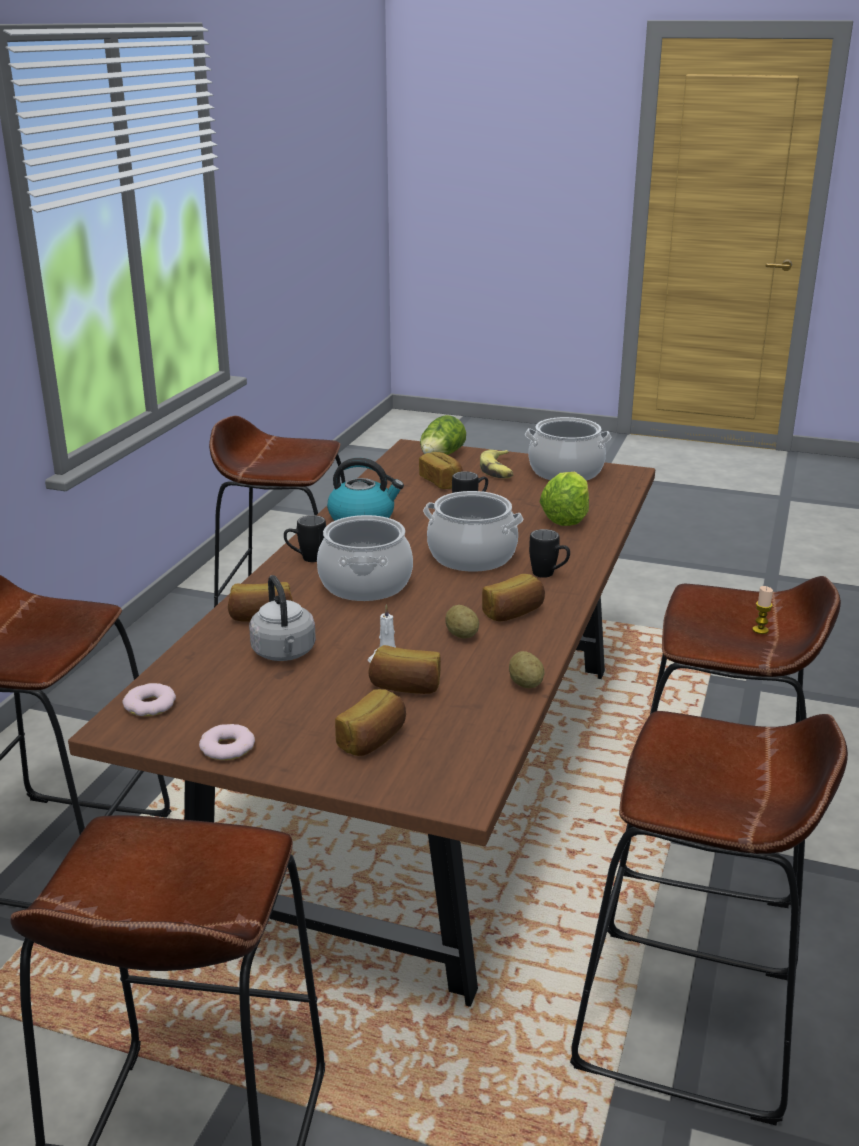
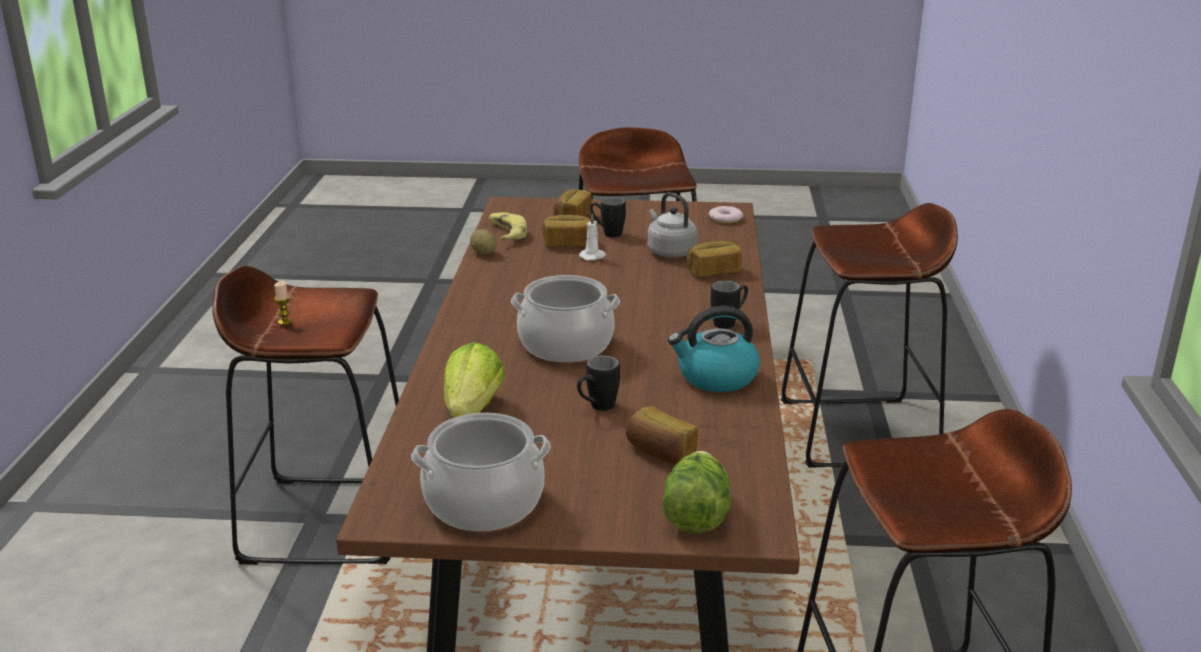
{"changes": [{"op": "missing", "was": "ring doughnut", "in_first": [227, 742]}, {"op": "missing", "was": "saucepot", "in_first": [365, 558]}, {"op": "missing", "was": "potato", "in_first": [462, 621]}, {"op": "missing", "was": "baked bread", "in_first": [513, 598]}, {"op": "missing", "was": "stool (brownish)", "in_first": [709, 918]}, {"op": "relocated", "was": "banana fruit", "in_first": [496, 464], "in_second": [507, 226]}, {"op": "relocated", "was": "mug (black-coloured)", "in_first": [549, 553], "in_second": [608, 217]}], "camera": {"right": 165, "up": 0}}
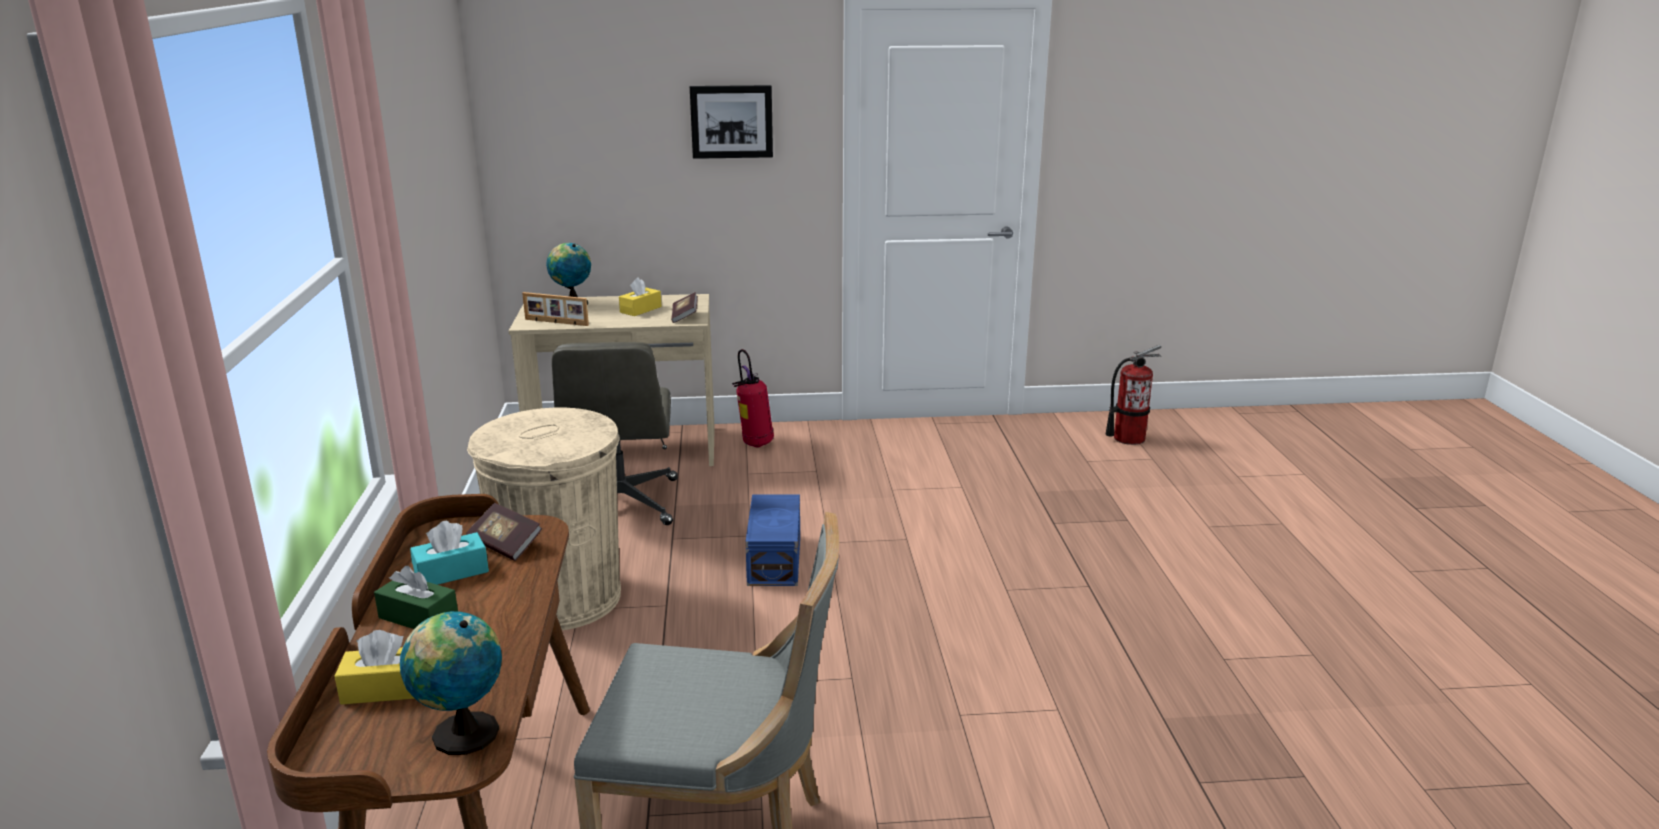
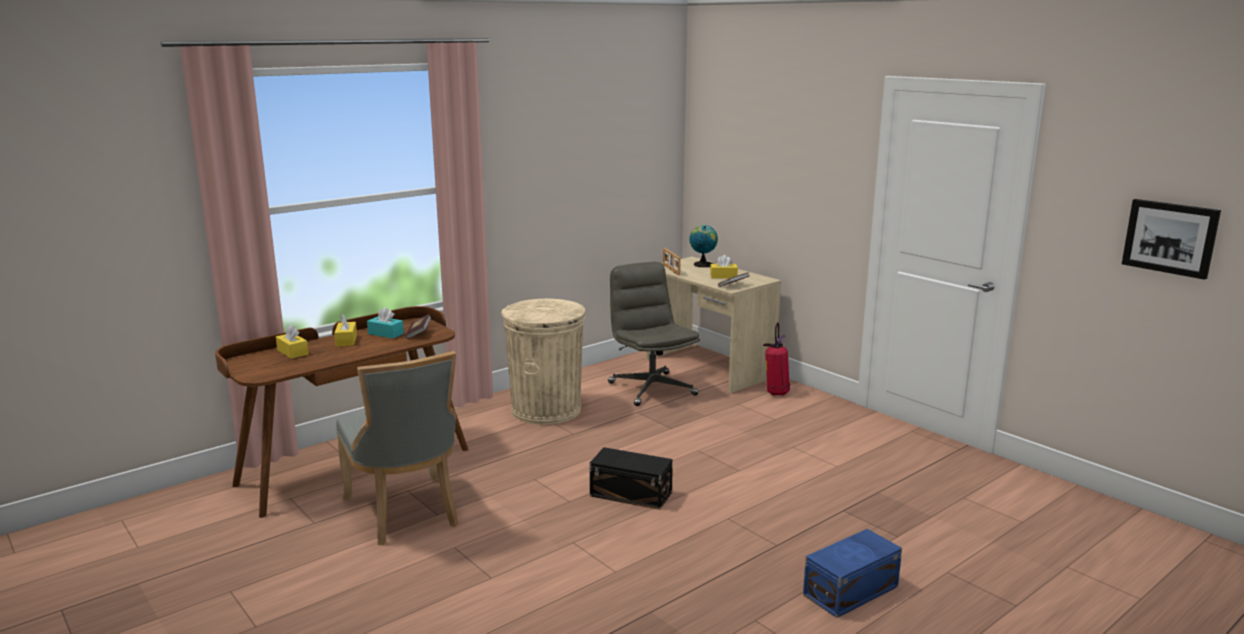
{"changes": [{"op": "missing", "was": "world globe", "in_first": [451, 683]}, {"op": "missing", "was": "fire-fighting cylinder", "in_first": [1133, 395]}, {"op": "appeared", "now": "storage container (black-coloured)", "in_second": [631, 478]}, {"op": "relocated", "was": "wall art", "in_first": [731, 122], "in_second": [1171, 239]}, {"op": "relocated", "was": "storage container (blue)", "in_first": [772, 540], "in_second": [852, 573]}, {"op": "colour", "was": "tissue box (green-coloured)", "now": "tissue box (yellow)", "in_first": [416, 597], "in_second": [345, 330]}, {"op": "spun", "was": "desk chair (greyish)", "in_first": [615, 433], "in_second": [654, 334], "clockwise": 105}], "camera": {"right": 55, "up": -5}}
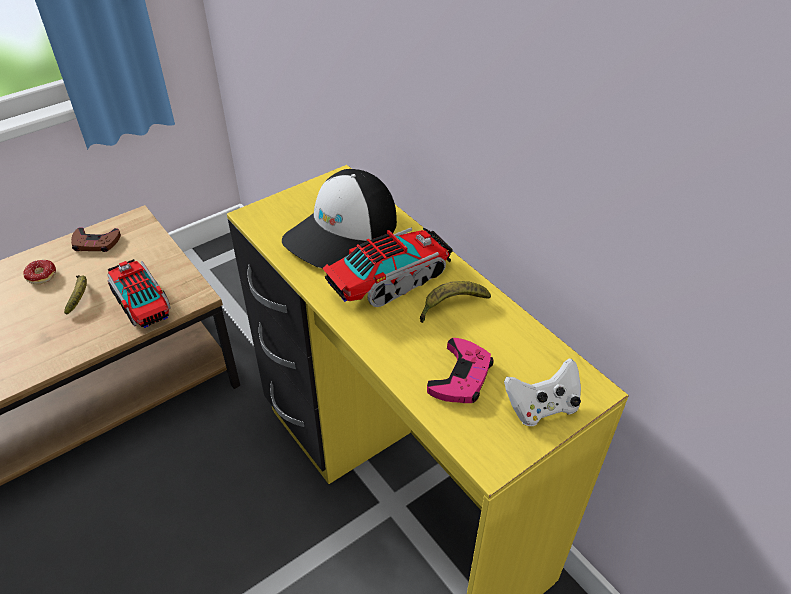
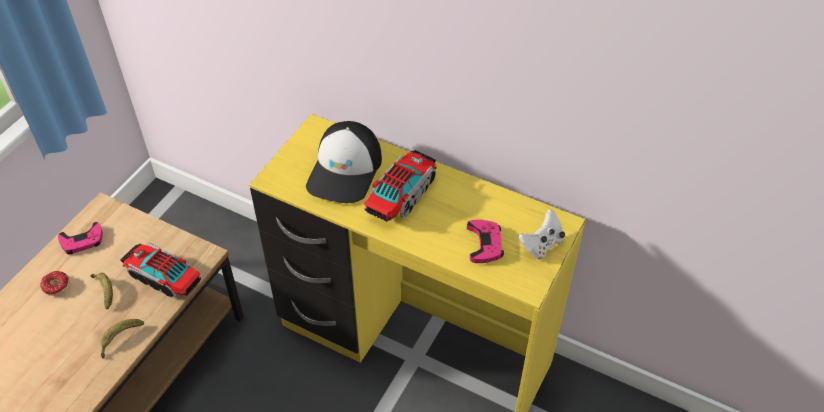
{"changes": [{"op": "relocated", "was": "banana fruit", "in_first": [455, 302], "in_second": [122, 338]}, {"op": "colour", "was": "joypad (brownish)", "now": "joypad (pink-coloured)", "in_first": [96, 239], "in_second": [80, 238]}], "camera": {"right": -25, "up": 5}}
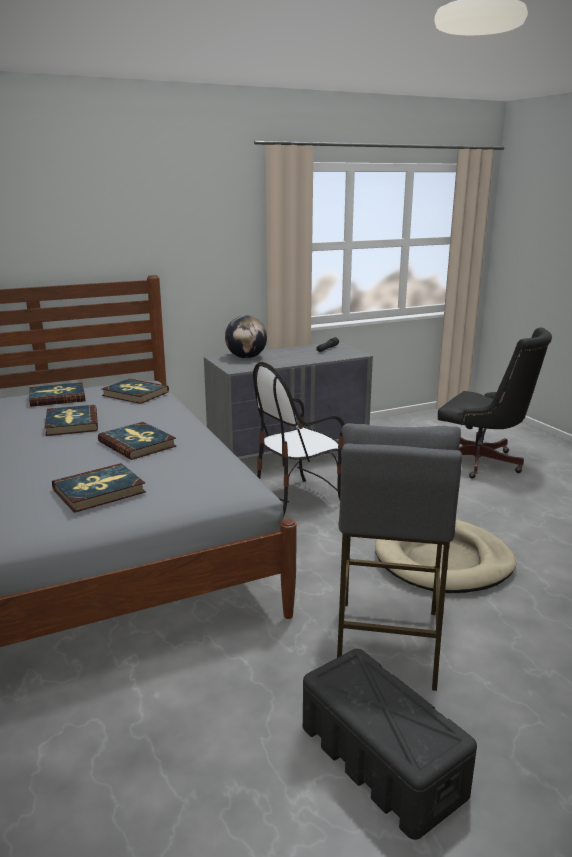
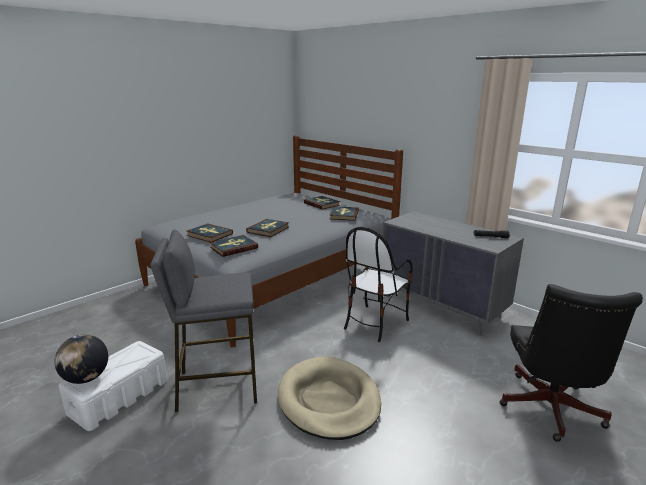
{"changes": [{"op": "relocated", "was": "volume", "in_first": [71, 420], "in_second": [233, 246]}, {"op": "relocated", "was": "world globe", "in_first": [246, 336], "in_second": [81, 359]}, {"op": "colour", "was": "storage container (black-coloured)", "now": "storage container (whitish)", "in_first": [390, 744], "in_second": [113, 386]}, {"op": "spun", "was": "chair", "in_first": [299, 440], "in_second": [378, 284], "clockwise": -90}], "camera": {"right": 70, "up": 0}}
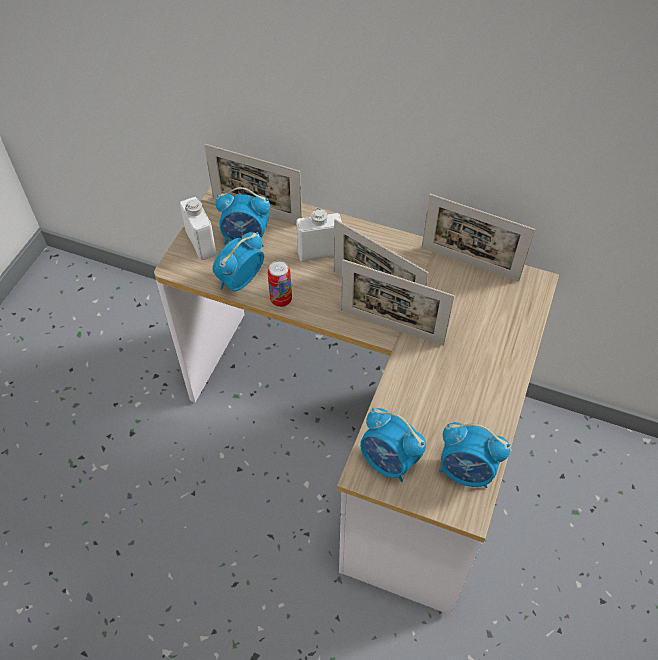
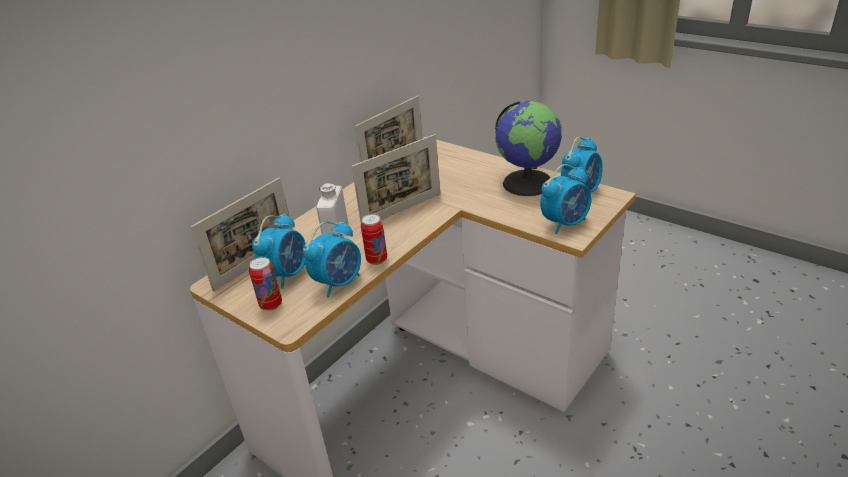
{"changes": [{"op": "missing", "was": "standing frame", "in_first": [398, 302]}, {"op": "appeared", "now": "world globe", "in_second": [528, 148]}, {"op": "exchanged", "was": "drink bottle (whitish)", "now": "can", "in_first": [198, 228], "in_second": [265, 284]}, {"op": "spun", "was": "bedside clock", "in_first": [238, 261], "in_second": [332, 259], "clockwise": -105}], "camera": {"right": -70, "up": -20}}
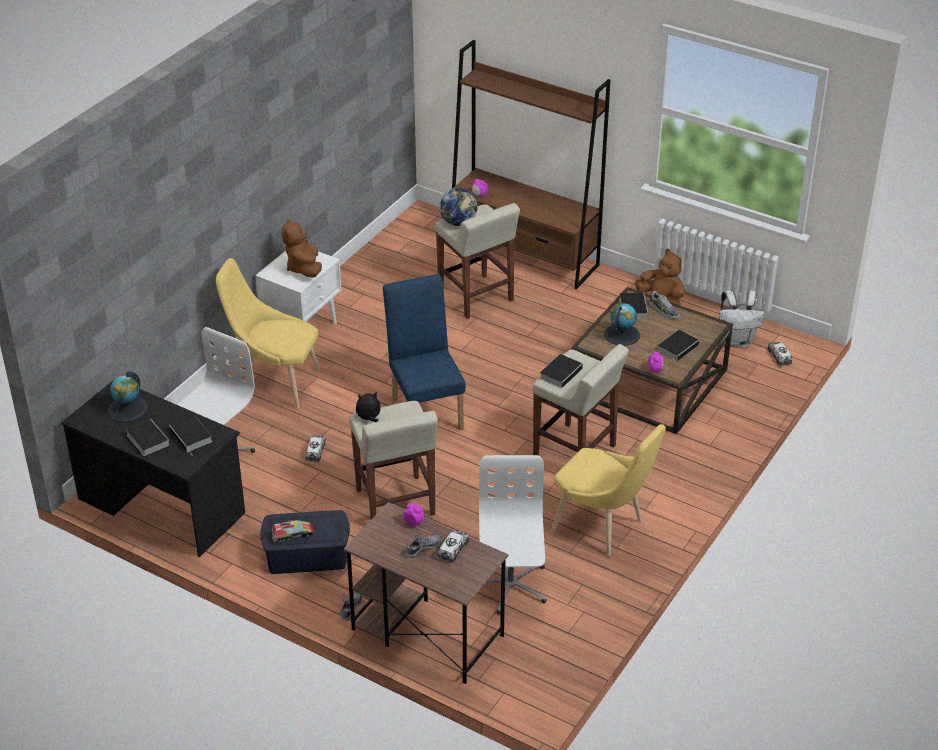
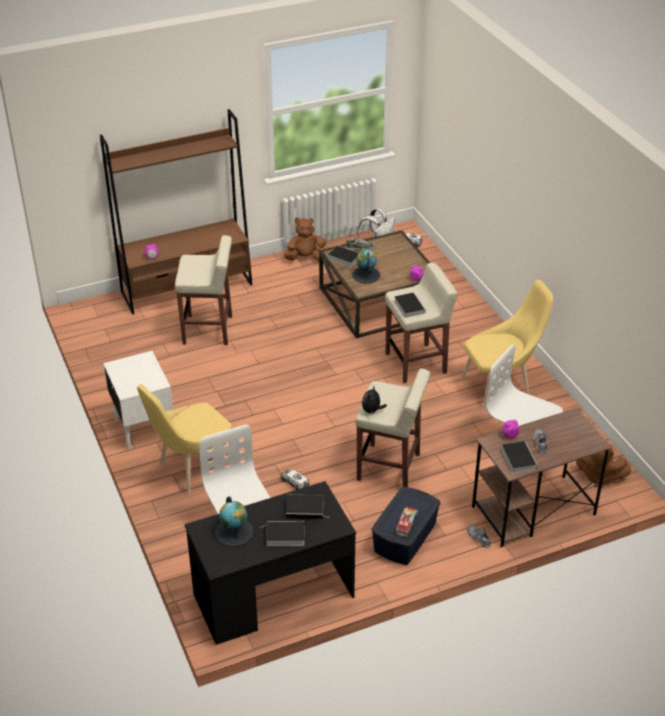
{"changes": [{"op": "missing", "was": "chair (blue)", "in_first": [424, 352]}, {"op": "missing", "was": "toy lorry", "in_first": [453, 546]}, {"op": "missing", "was": "world globe", "in_first": [458, 207]}, {"op": "relocated", "was": "soft toy (brownish)", "in_first": [302, 248], "in_second": [603, 465]}, {"op": "relocated", "was": "volume", "in_first": [679, 345], "in_second": [519, 457]}], "camera": {"right": -55, "up": 0}}
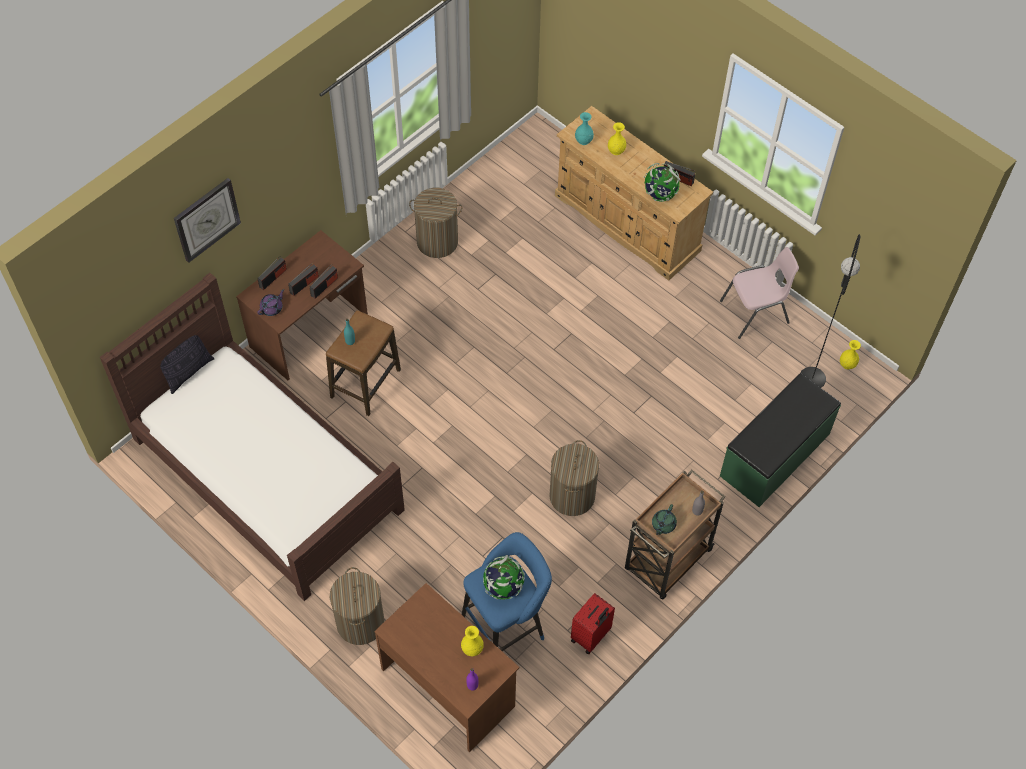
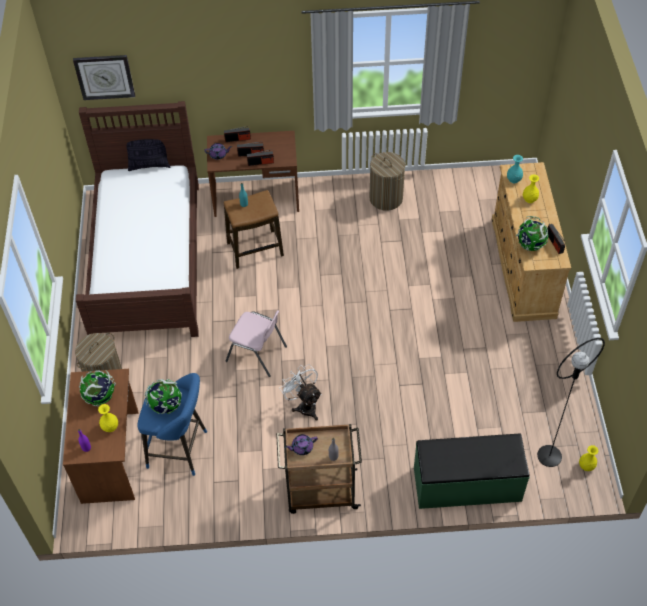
{"changes": [{"op": "missing", "was": "suitcase (red-coloured)", "in_first": [593, 623]}, {"op": "appeared", "now": "world globe", "in_second": [97, 388]}, {"op": "relocated", "was": "clock on the wall", "in_first": [207, 220], "in_second": [104, 77]}, {"op": "relocated", "was": "chair (pink-coloured)", "in_first": [759, 293], "in_second": [256, 343]}, {"op": "exchanged", "was": "hamper", "now": "cooling fan (whitish)", "in_first": [574, 478], "in_second": [300, 392]}, {"op": "colour", "was": "tea pot (green-coloured)", "now": "tea pot (purple-coloured)", "in_first": [664, 519], "in_second": [301, 444]}], "camera": {"right": 45, "up": -5}}
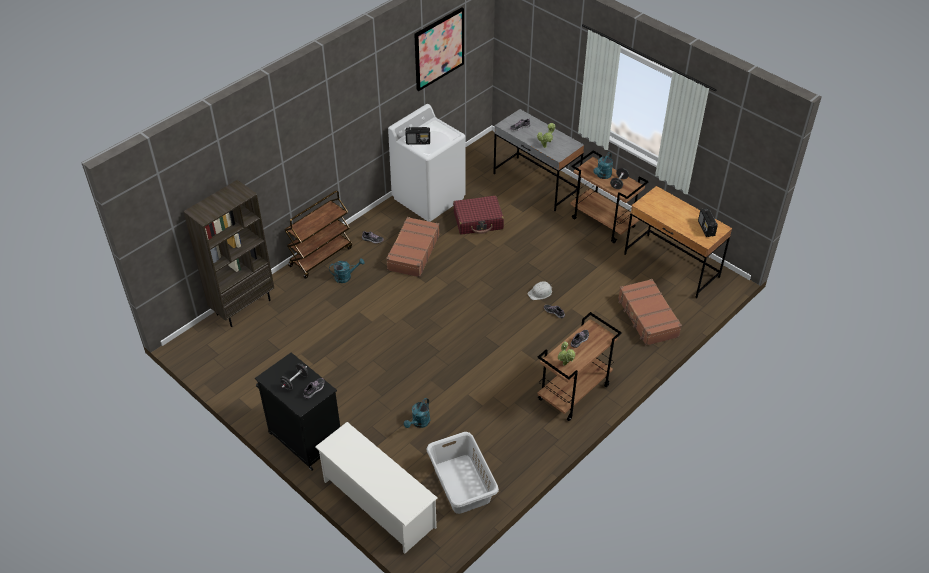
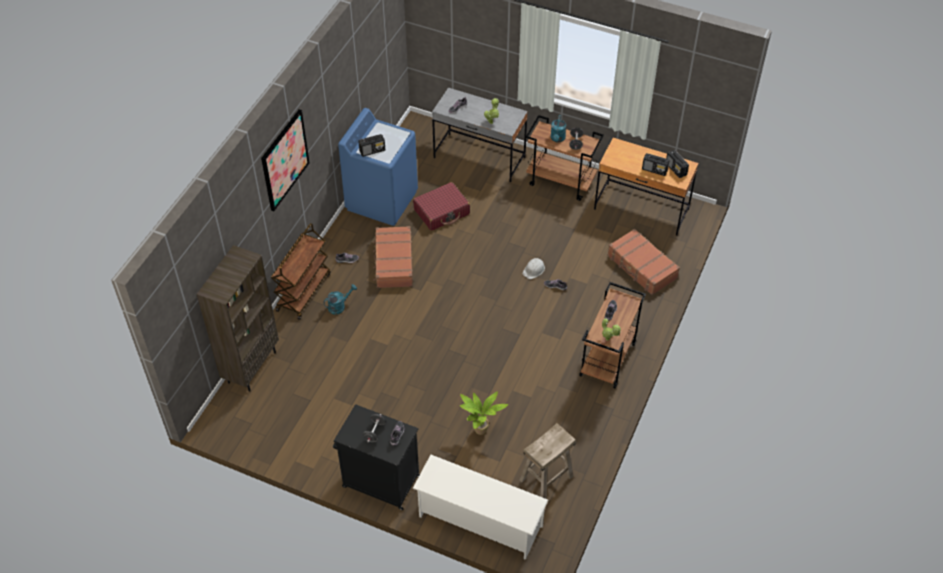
{"changes": [{"op": "appeared", "now": "radio set", "in_second": [655, 164]}, {"op": "relocated", "was": "wall art", "in_first": [439, 49], "in_second": [285, 160]}, {"op": "exchanged", "was": "watering pot (blue-green)", "now": "plant in a pot", "in_first": [417, 413], "in_second": [484, 413]}, {"op": "exchanged", "was": "hamper (greyish)", "now": "stool (sand-coloured)", "in_first": [462, 473], "in_second": [548, 461]}, {"op": "colour", "was": "laundry machine (whitish)", "now": "laundry machine (blue)", "in_first": [426, 163], "in_second": [378, 167]}], "camera": {"right": -20, "up": 5}}
